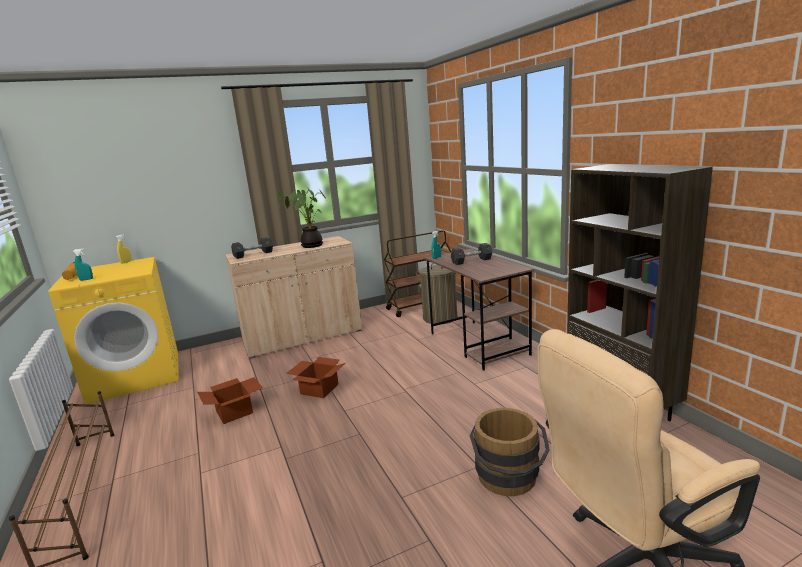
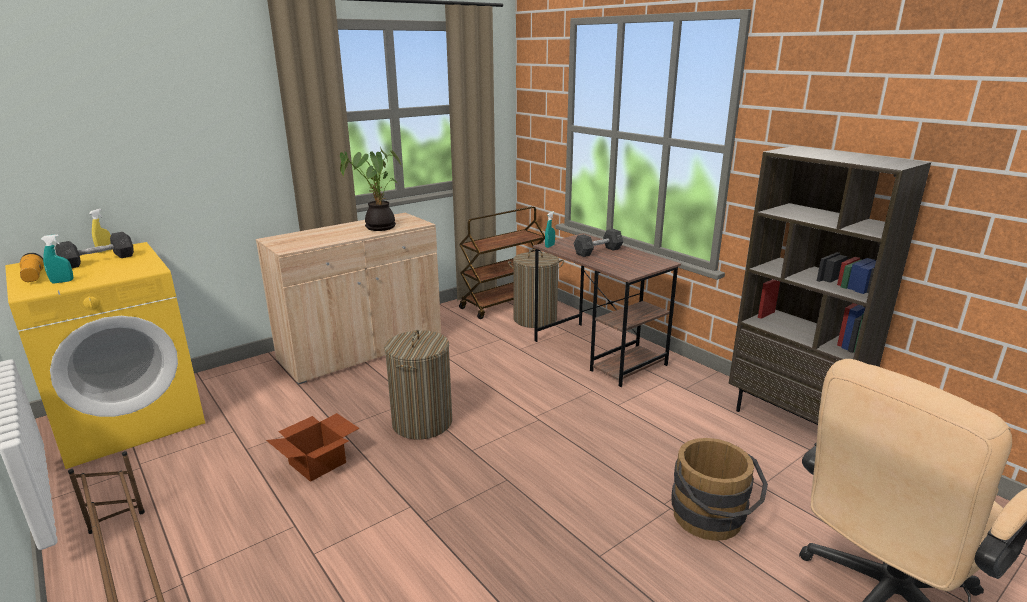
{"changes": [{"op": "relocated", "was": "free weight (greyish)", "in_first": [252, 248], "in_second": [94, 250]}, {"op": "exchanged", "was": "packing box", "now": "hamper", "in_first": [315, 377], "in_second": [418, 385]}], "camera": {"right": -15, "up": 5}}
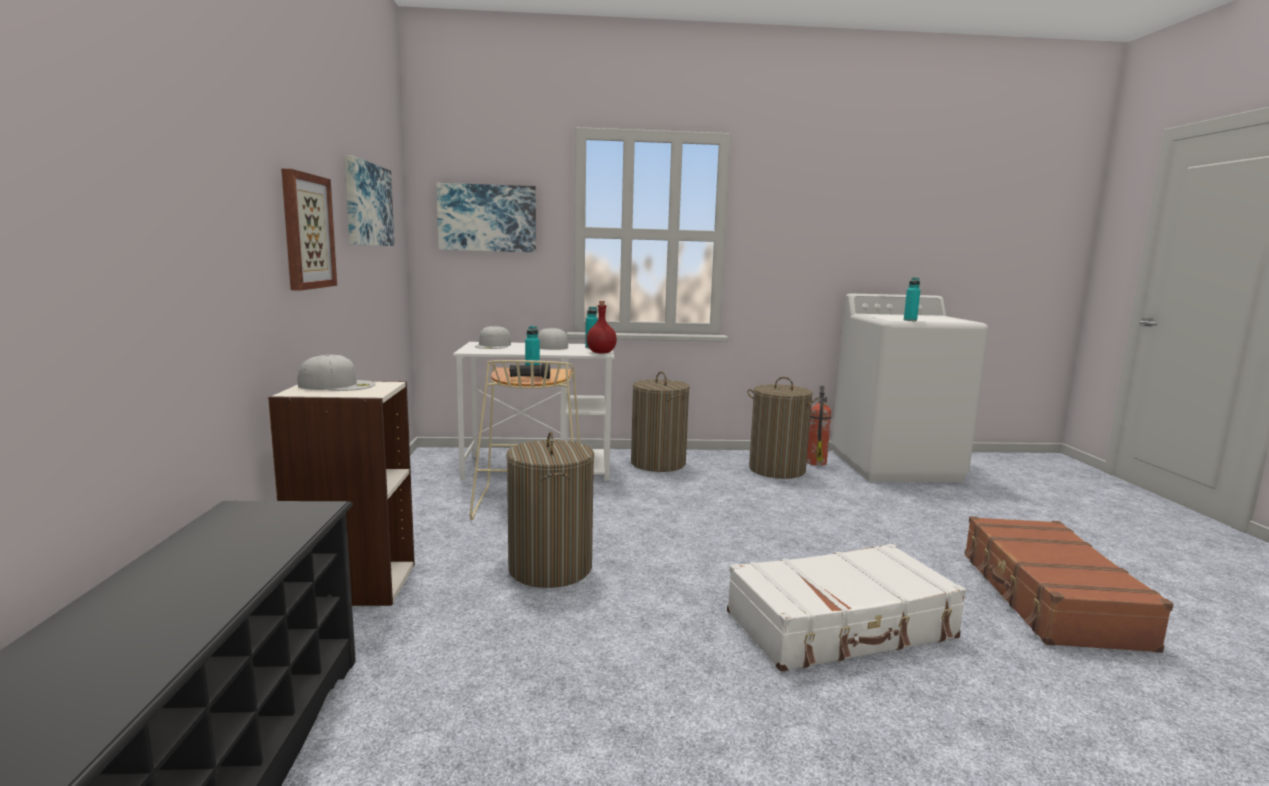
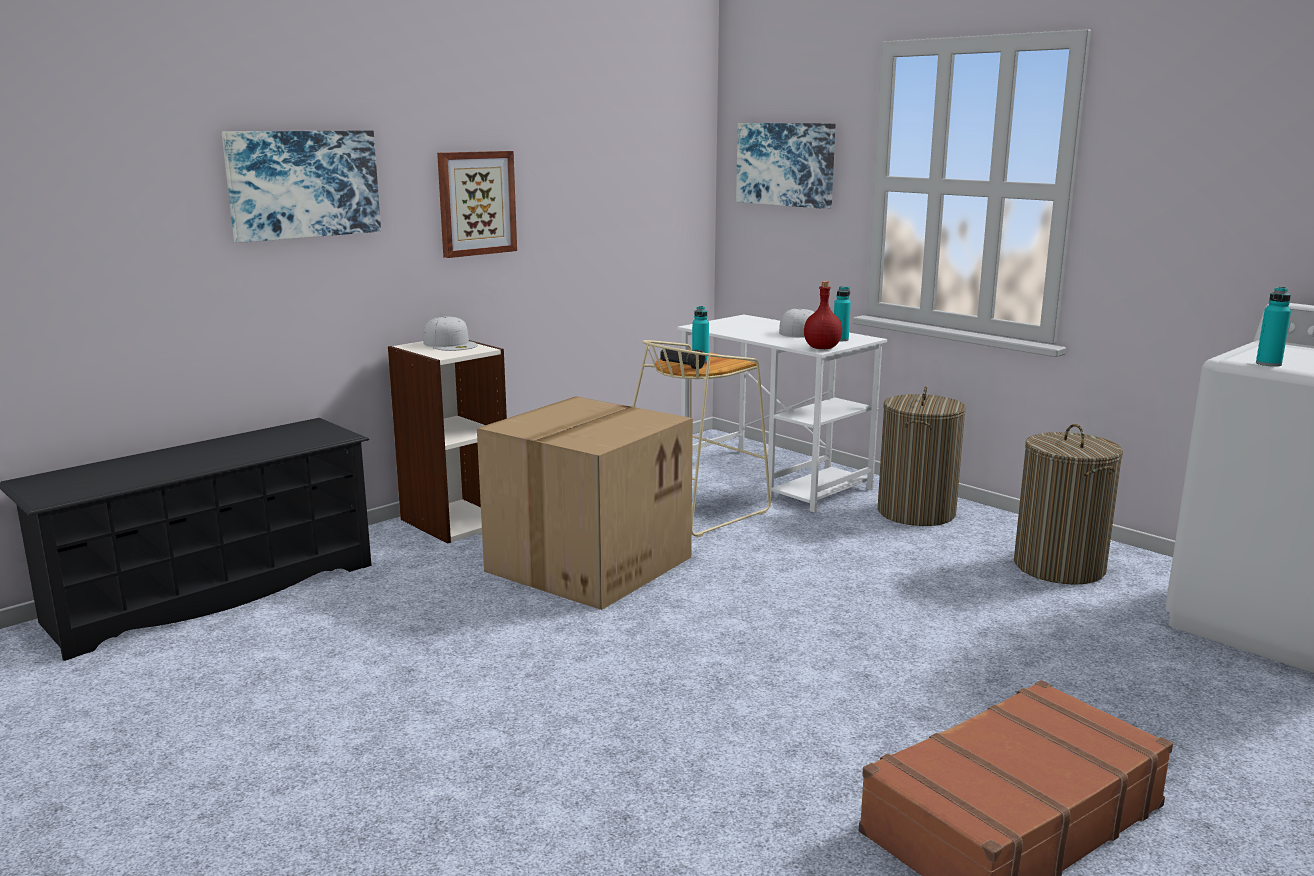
{"changes": [{"op": "missing", "was": "cap (whitish)", "in_first": [493, 337]}, {"op": "missing", "was": "suitcase (whitish)", "in_first": [846, 608]}, {"op": "missing", "was": "fire-fighting cylinder", "in_first": [819, 426]}, {"op": "relocated", "was": "wall art", "in_first": [369, 200], "in_second": [301, 186]}, {"op": "exchanged", "was": "hamper", "now": "packing box", "in_first": [550, 510], "in_second": [585, 503]}], "camera": {"right": 50, "up": 5}}
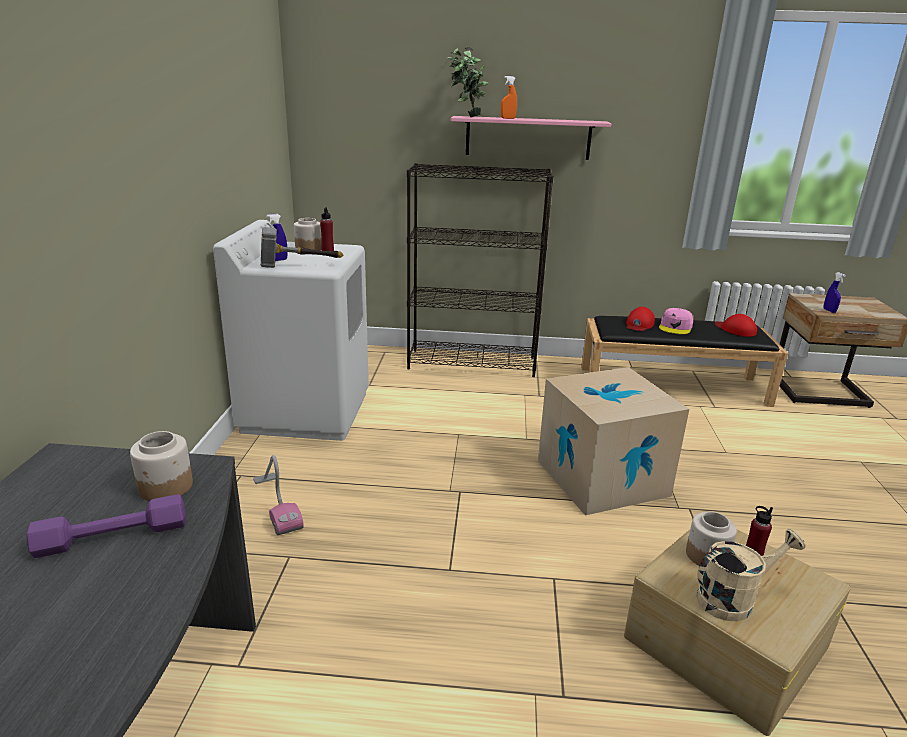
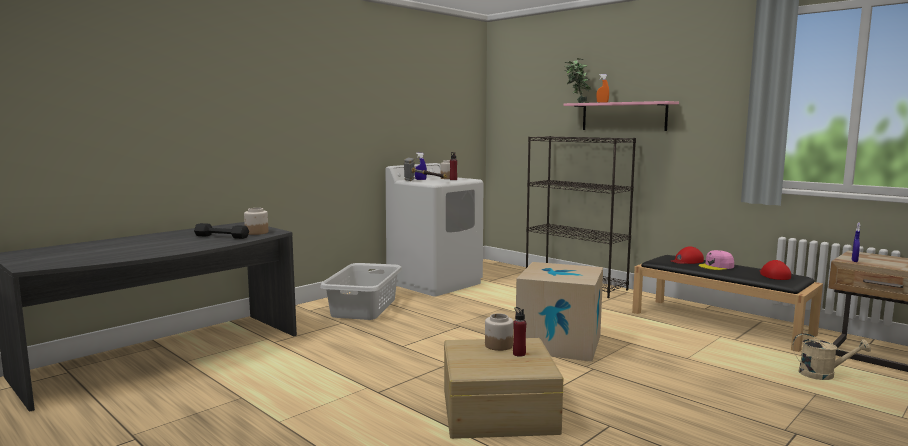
{"changes": [{"op": "relocated", "was": "watering pot (sand-coloured)", "in_first": [751, 575], "in_second": [831, 356]}, {"op": "exchanged", "was": "vacuum cleaner", "now": "hamper (greyish)", "in_first": [278, 495], "in_second": [361, 291]}, {"op": "colour", "was": "free weight (purple-coloured)", "now": "free weight (black-coloured)", "in_first": [106, 526], "in_second": [221, 231]}], "camera": {"right": 40, "up": -15}}
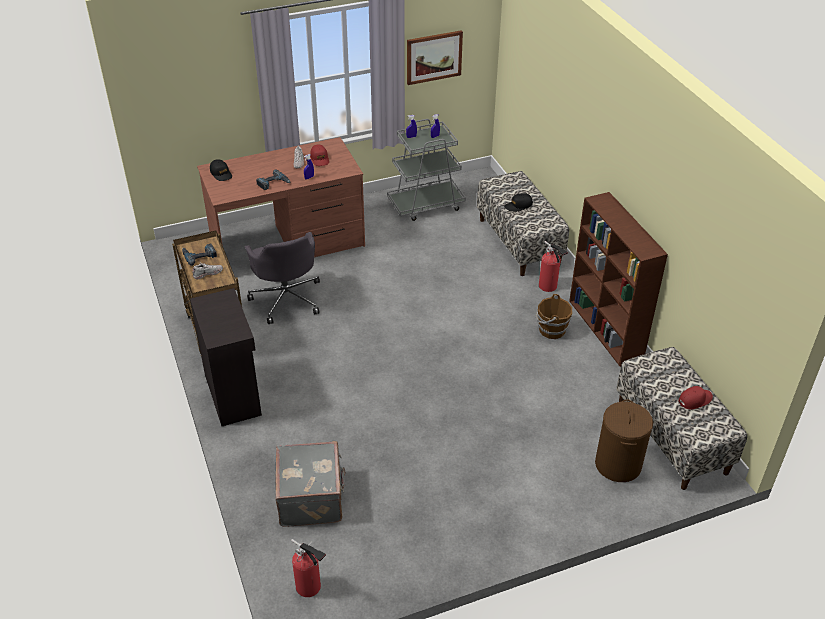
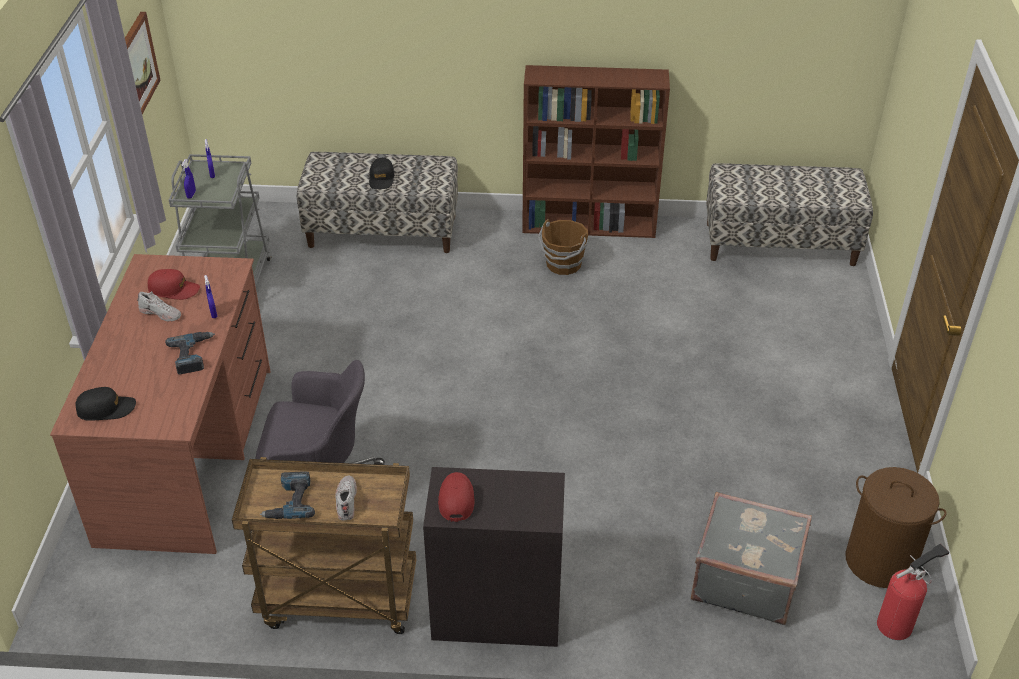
{"changes": [{"op": "missing", "was": "fire-fighting cylinder", "in_first": [553, 266]}, {"op": "relocated", "was": "hamper (brownish)", "in_first": [624, 440], "in_second": [896, 527]}, {"op": "relocated", "was": "cap (red-coloured)", "in_first": [696, 397], "in_second": [456, 497]}], "camera": {"right": -65, "up": 0}}
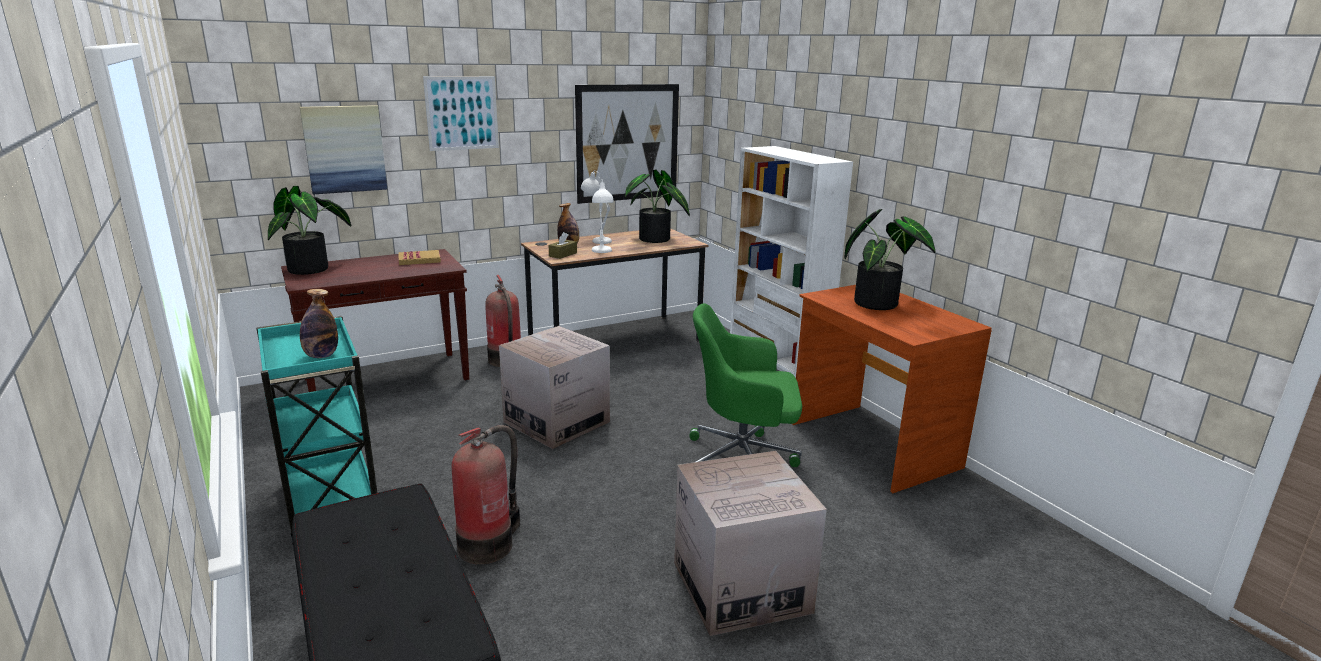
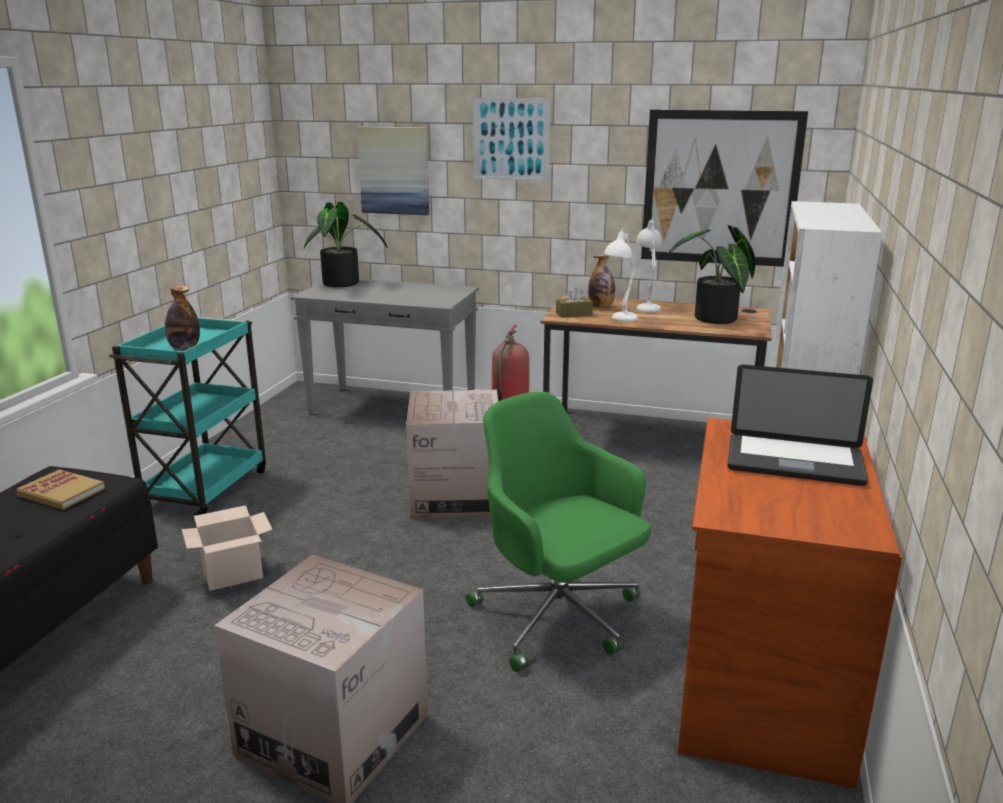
{"changes": [{"op": "relocated", "was": "volume", "in_first": [419, 257], "in_second": [60, 489]}, {"op": "exchanged", "was": "fire-fighting cylinder", "now": "packing box", "in_first": [486, 494], "in_second": [227, 548]}, {"op": "exchanged", "was": "plant in a pot", "now": "portable computer", "in_first": [889, 259], "in_second": [800, 425]}, {"op": "colour", "was": "narrow table (brownish)", "now": "narrow table (greyish)", "in_first": [375, 320], "in_second": [385, 346]}], "camera": {"right": 45, "up": 0}}
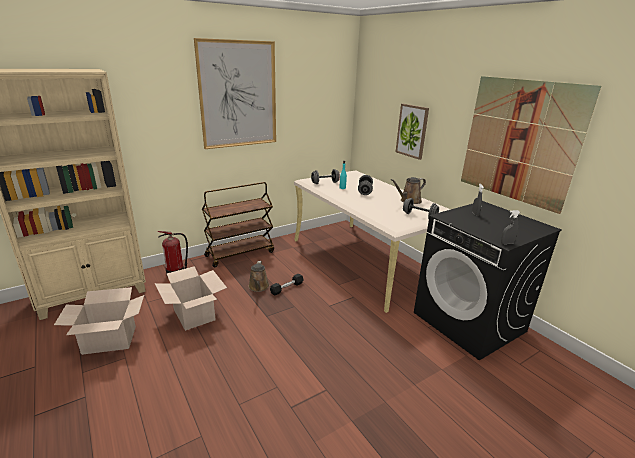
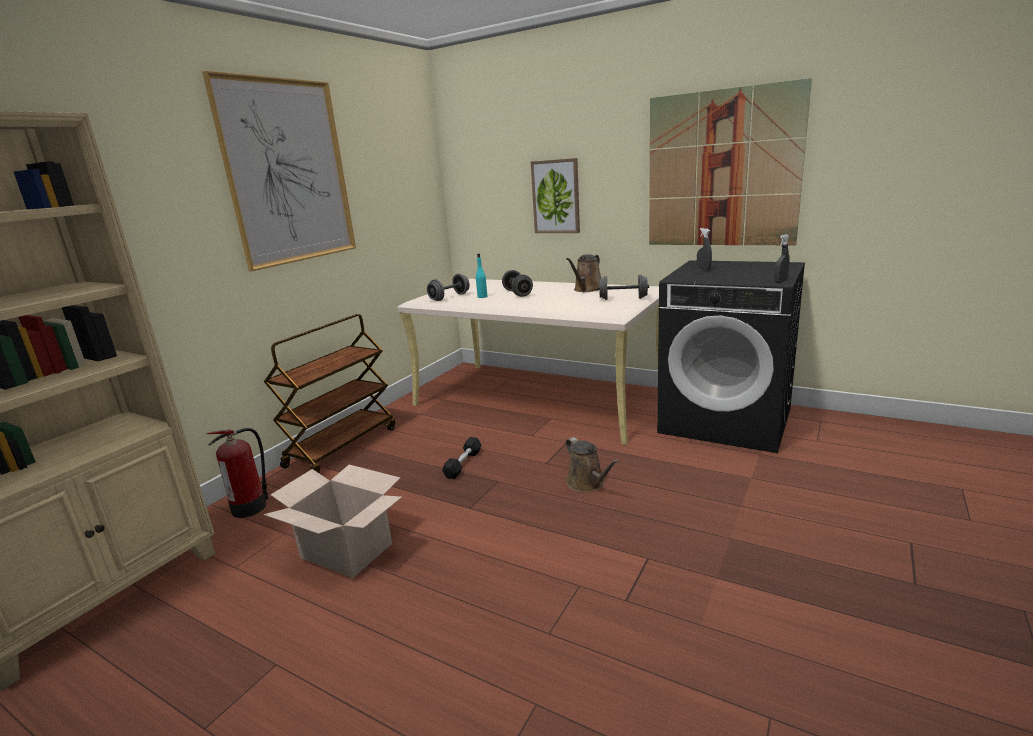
{"changes": [{"op": "missing", "was": "packing box", "in_first": [99, 321]}, {"op": "relocated", "was": "watering pot (brownish)", "in_first": [259, 276], "in_second": [592, 464]}], "camera": {"right": -25, "up": -5}}
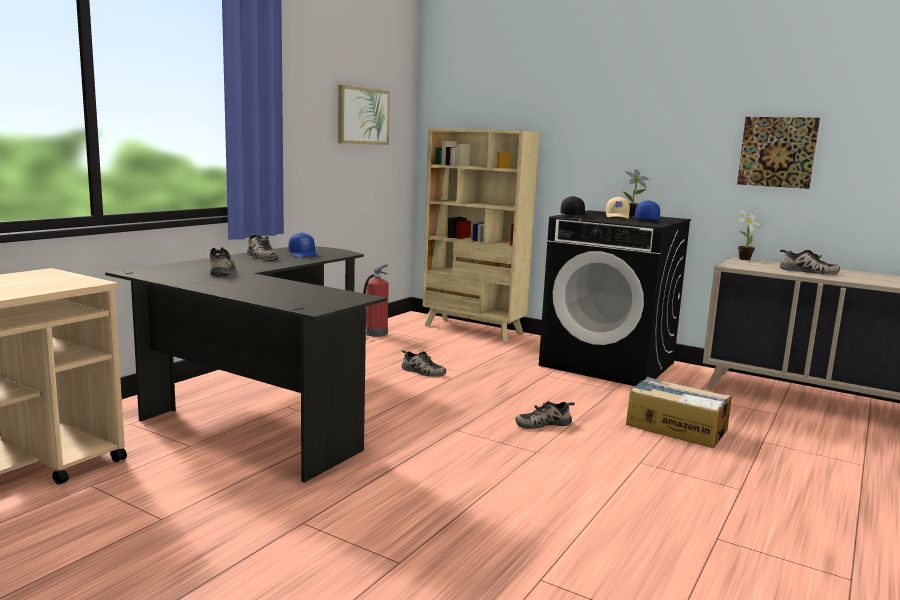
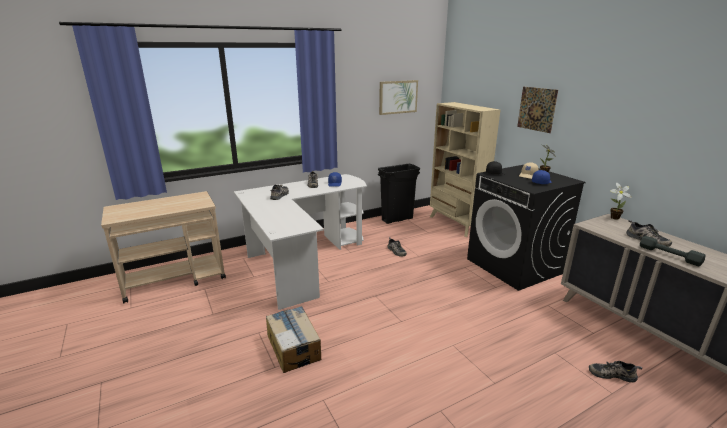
{"changes": [{"op": "appeared", "now": "free weight (greyish)", "in_second": [672, 251]}, {"op": "relocated", "was": "low shoe", "in_first": [545, 415], "in_second": [615, 372]}, {"op": "relocated", "was": "packing box", "in_first": [679, 412], "in_second": [293, 339]}, {"op": "relocated", "was": "wall art", "in_first": [778, 153], "in_second": [537, 110]}, {"op": "exchanged", "was": "fire-fighting cylinder", "now": "rubbish bin (black-coloured)", "in_first": [376, 300], "in_second": [399, 194]}, {"op": "colour", "was": "desk table (black-coloured)", "now": "desk table (whitish)", "in_first": [246, 364], "in_second": [300, 242]}], "camera": {"right": 30, "up": 10}}
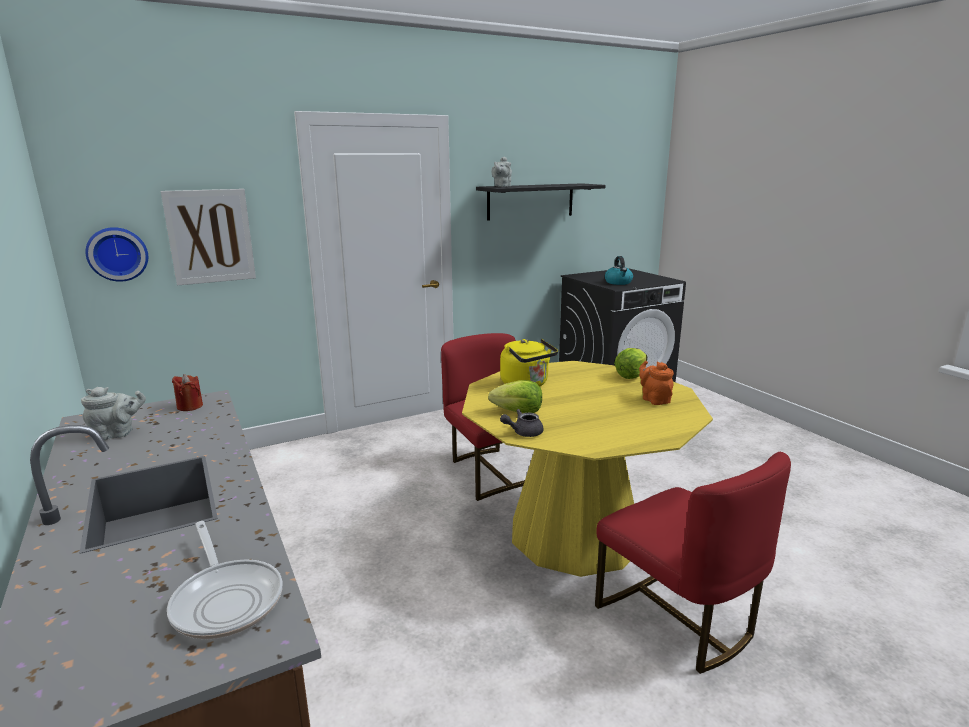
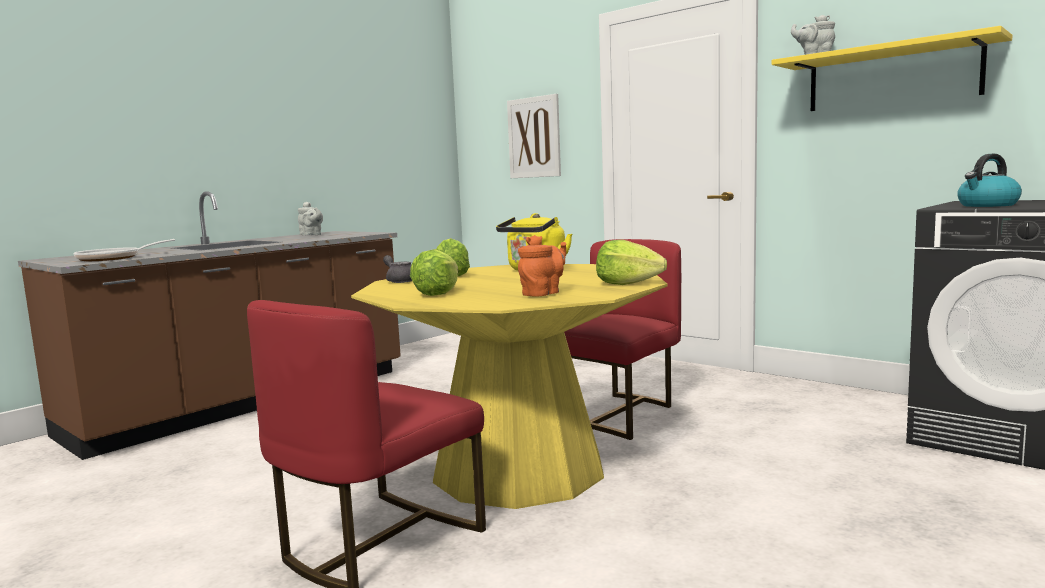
{"changes": [{"op": "missing", "was": "clock on the wall", "in_first": [116, 254]}, {"op": "missing", "was": "wax light (red-coloured)", "in_first": [187, 392]}, {"op": "appeared", "now": "lettuce head", "in_second": [434, 272]}, {"op": "colour", "was": "shelf (black-coloured)", "now": "shelf (yellow)", "in_first": [541, 202], "in_second": [892, 68]}], "camera": {"right": 70, "up": -10}}
